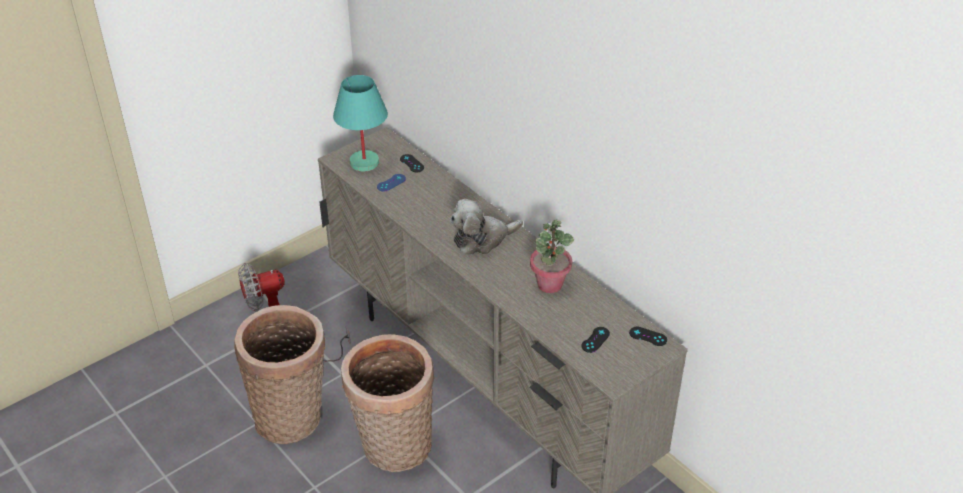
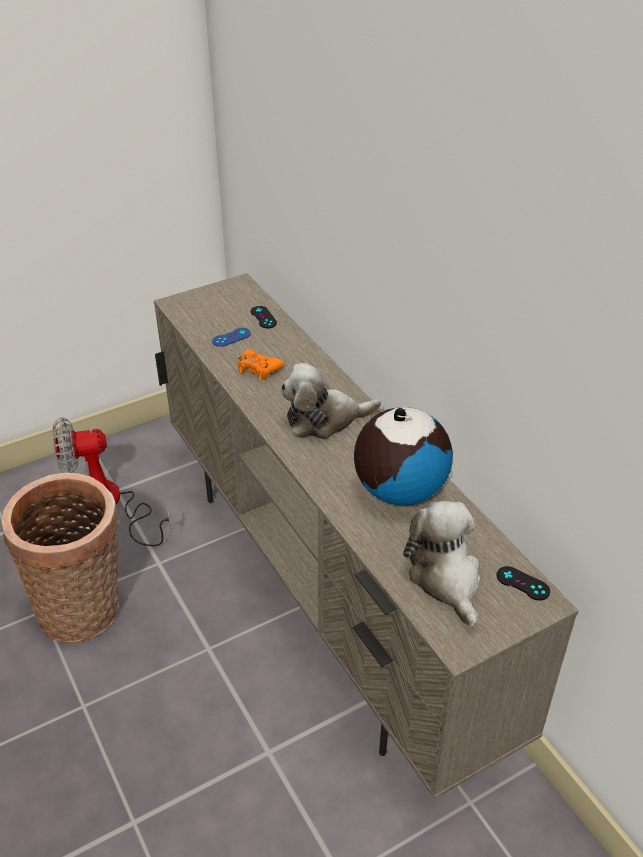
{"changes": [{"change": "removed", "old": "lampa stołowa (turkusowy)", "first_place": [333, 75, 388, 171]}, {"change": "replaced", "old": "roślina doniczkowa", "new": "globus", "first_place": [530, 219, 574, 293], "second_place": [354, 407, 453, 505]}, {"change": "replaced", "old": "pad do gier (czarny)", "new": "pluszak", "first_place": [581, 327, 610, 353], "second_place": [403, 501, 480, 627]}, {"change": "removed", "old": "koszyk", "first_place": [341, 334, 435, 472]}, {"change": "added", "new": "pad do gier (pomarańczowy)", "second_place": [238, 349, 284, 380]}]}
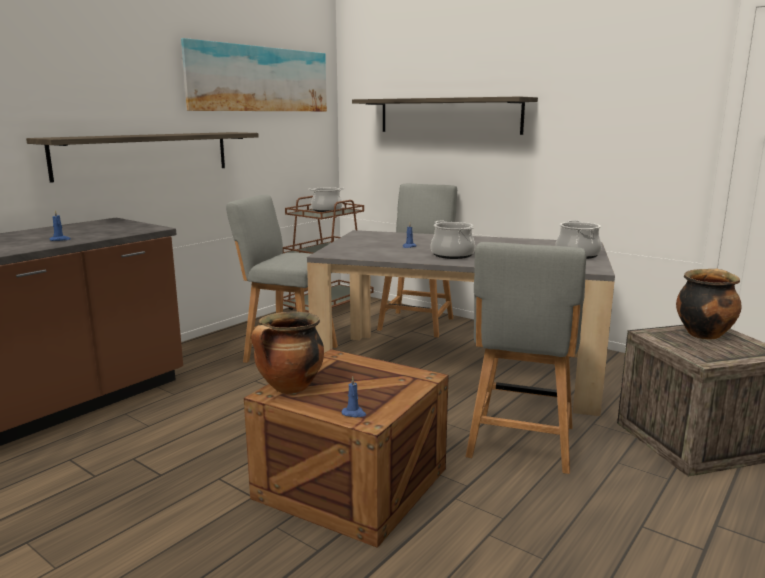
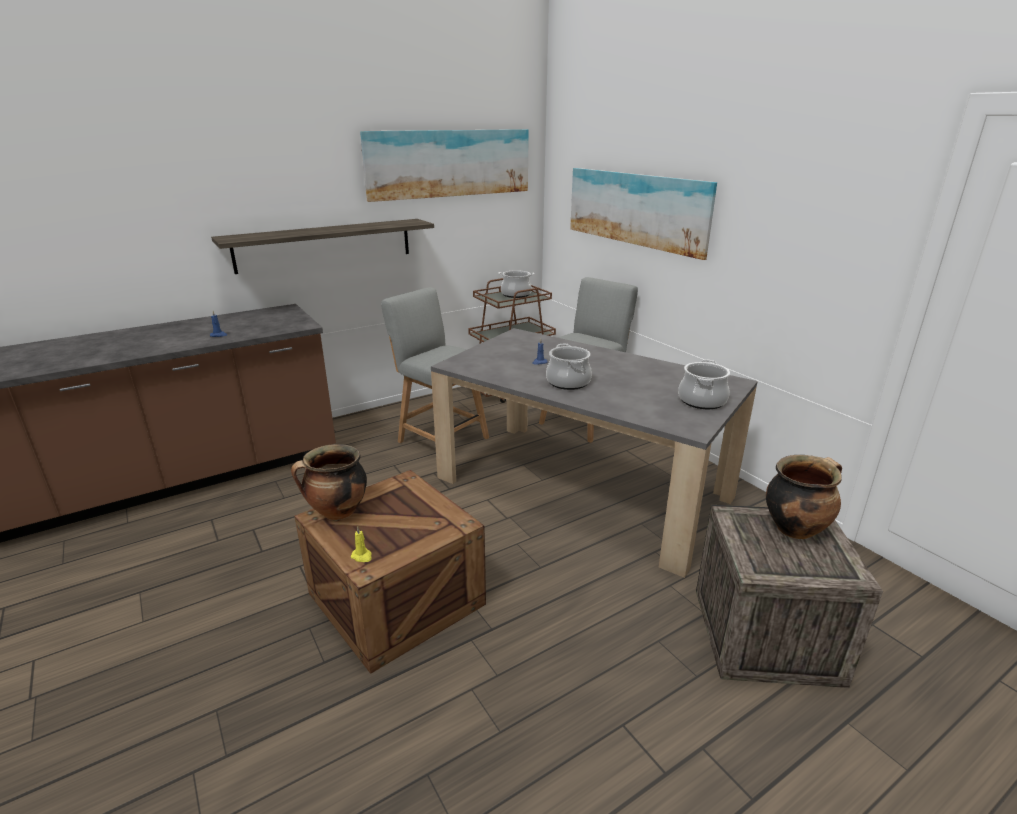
{"changes": [{"change": "replaced", "old": "półka", "new": "obraz", "first_place": [352, 96, 538, 135], "second_place": [570, 168, 717, 260]}, {"change": "removed", "old": "krzesło (szary)", "first_place": [466, 242, 586, 474]}, {"change": "recoloured", "old": "świeca (niebieski)", "new": "świeca (żółty)", "first_place": [342, 377, 366, 417], "second_place": [351, 526, 372, 562]}]}
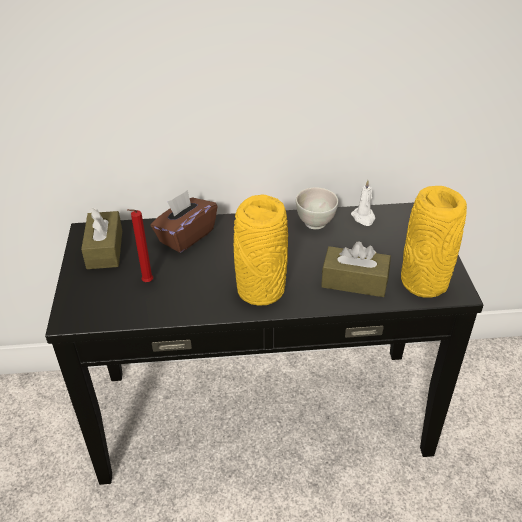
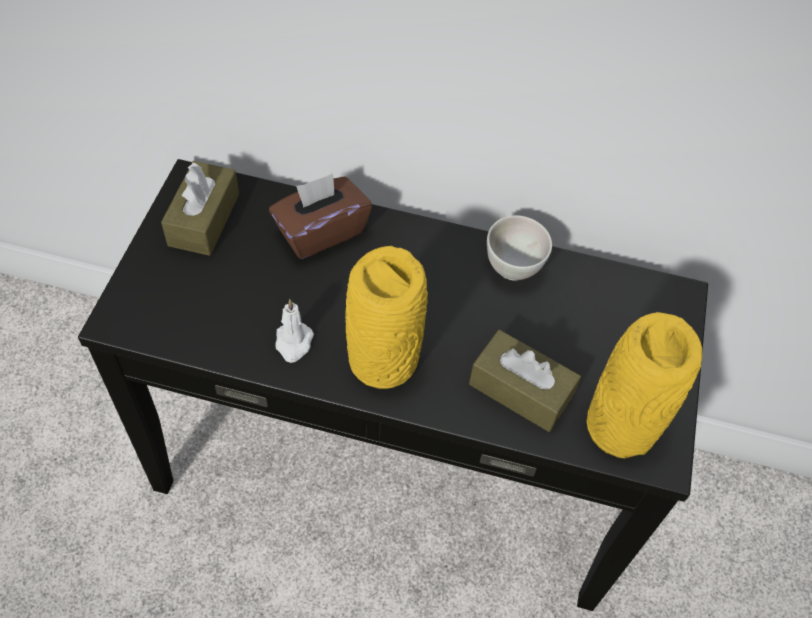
{"changes": [{"change": "moved", "old": "świeca (biały)", "first_place": [351, 180, 375, 226], "second_place": [276, 299, 314, 363]}, {"change": "removed", "old": "świeca (czerwony)", "first_place": [127, 209, 153, 282]}]}
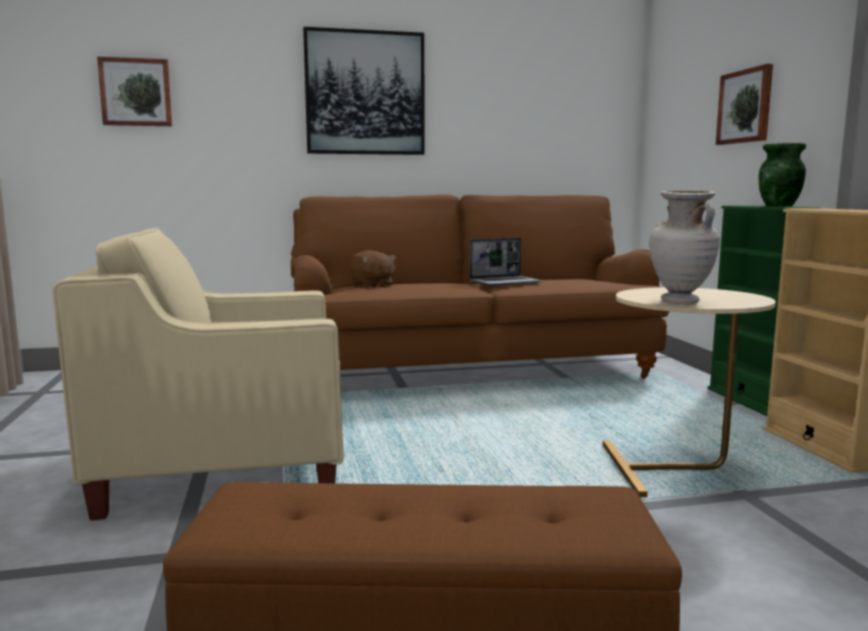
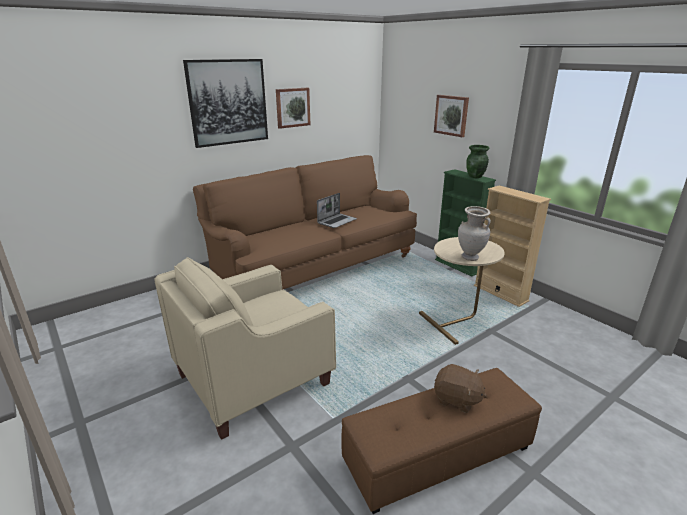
{"changes": [{"change": "moved", "old": "obraz", "first_place": [97, 57, 172, 126], "second_place": [276, 88, 310, 129]}, {"change": "moved", "old": "pluszak (brązowy)", "first_place": [350, 250, 396, 288], "second_place": [434, 364, 487, 413]}]}
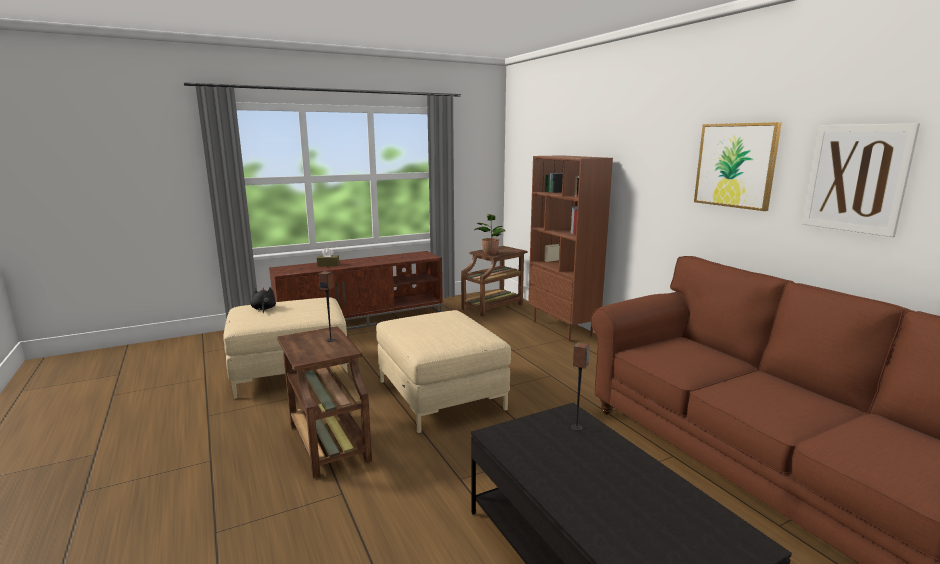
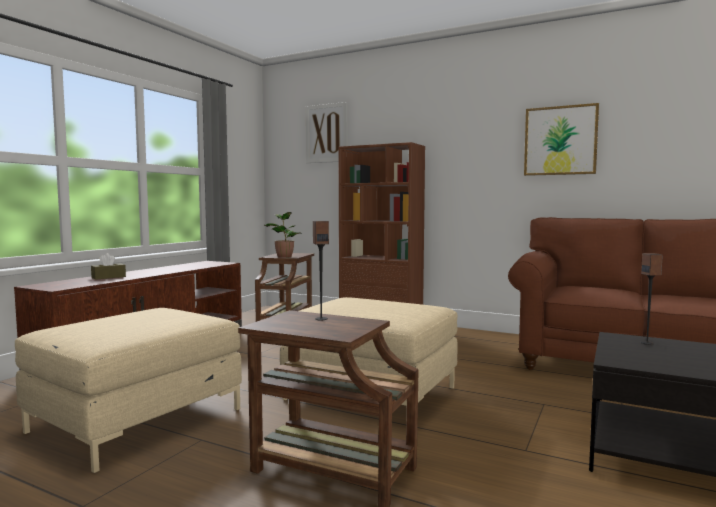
{"changes": [{"change": "moved", "old": "obraz", "first_place": [802, 123, 920, 237], "second_place": [306, 102, 347, 163]}, {"change": "removed", "old": "pluszak (czarny)", "first_place": [250, 287, 276, 313]}]}
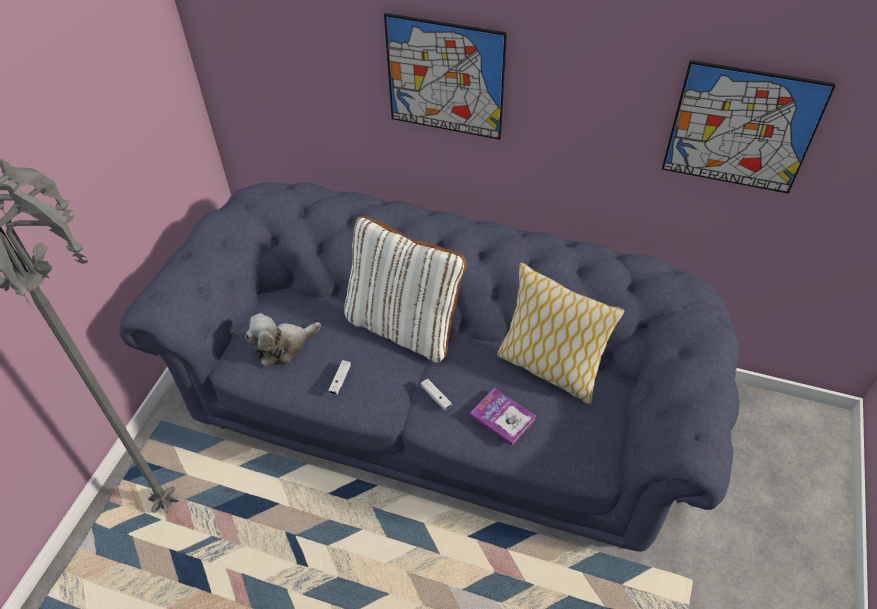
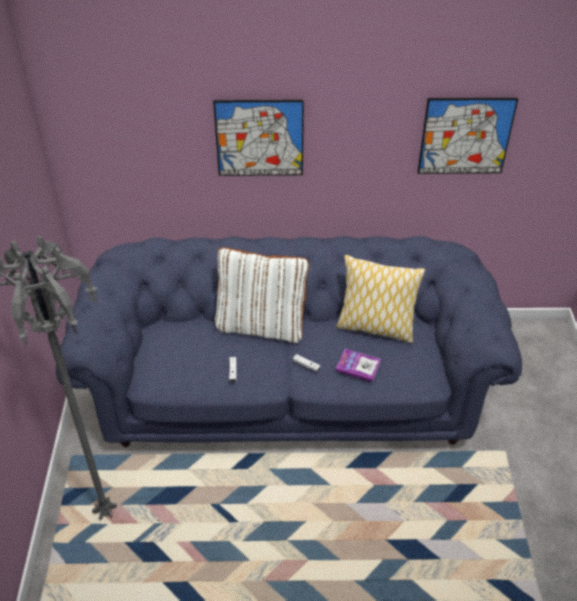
{"changes": [{"change": "removed", "old": "pluszak", "first_place": [245, 313, 321, 367]}]}
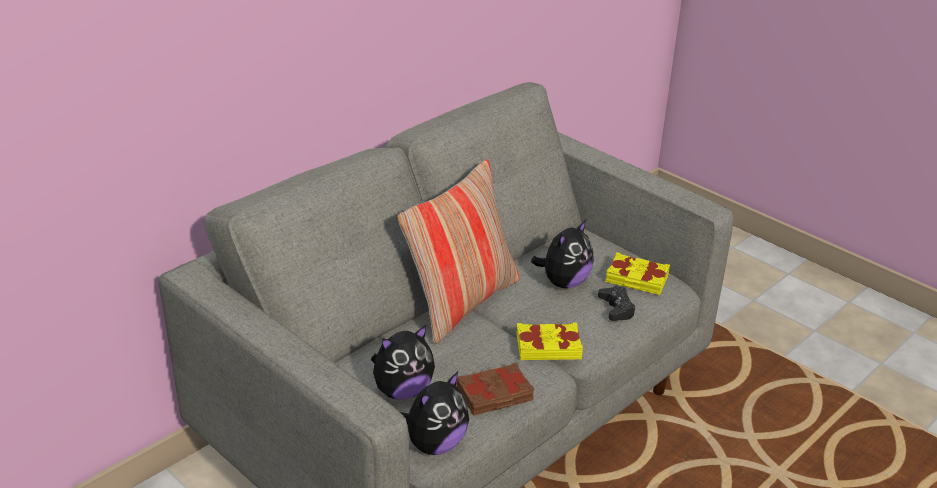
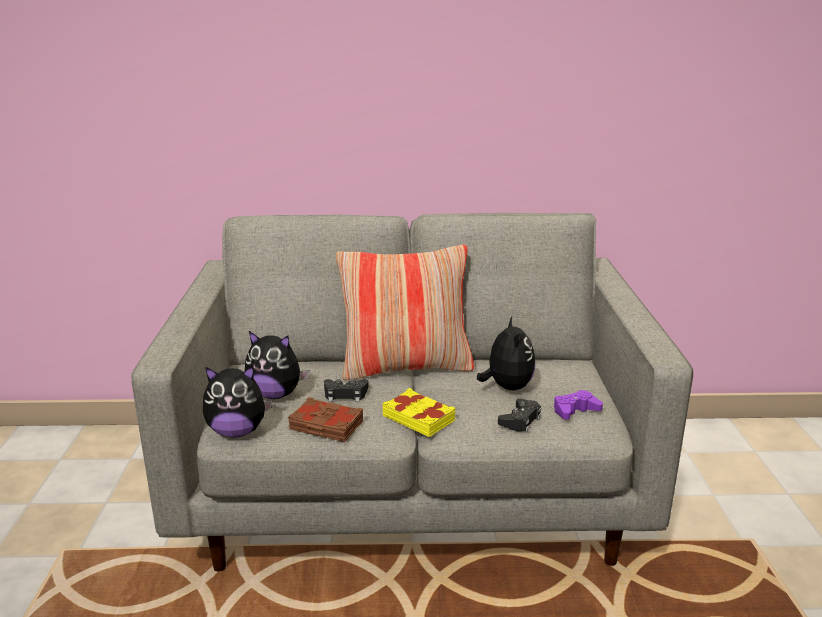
{"changes": [{"change": "turned", "old": "pluszak", "first_place": [531, 220, 594, 288], "second_place": [477, 317, 535, 390], "degrees": -90}, {"change": "replaced", "old": "książka (żółty)", "new": "pad do gier (fioletowy)", "first_place": [605, 252, 670, 295], "second_place": [554, 390, 603, 419]}, {"change": "added", "new": "pad do gier (czarny)", "second_place": [324, 379, 369, 402]}]}
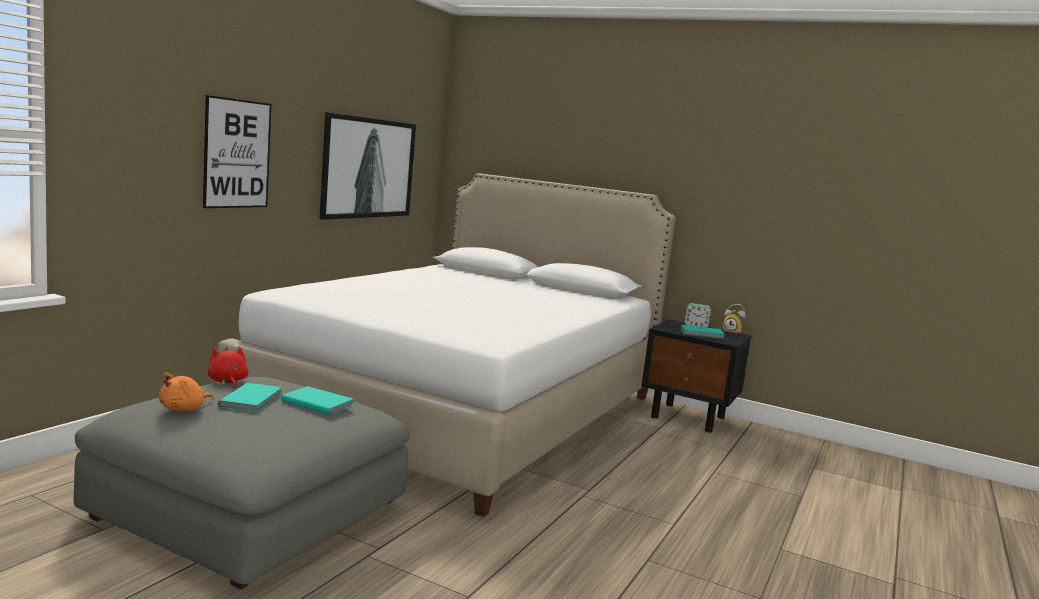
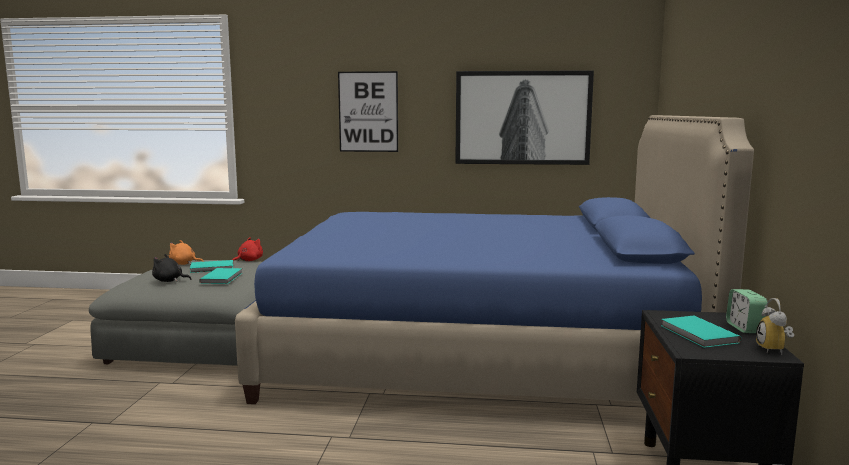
{"changes": [{"change": "recoloured", "old": "łóżko (biały)", "new": "łóżko (niebieski)", "first_place": [218, 173, 676, 517], "second_place": [235, 115, 754, 404]}, {"change": "added", "new": "pluszak (czarny)", "second_place": [152, 254, 191, 282]}]}
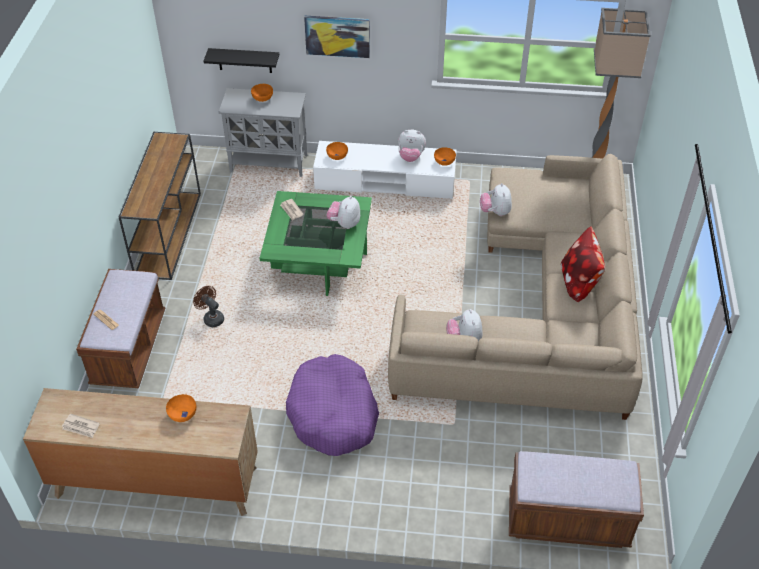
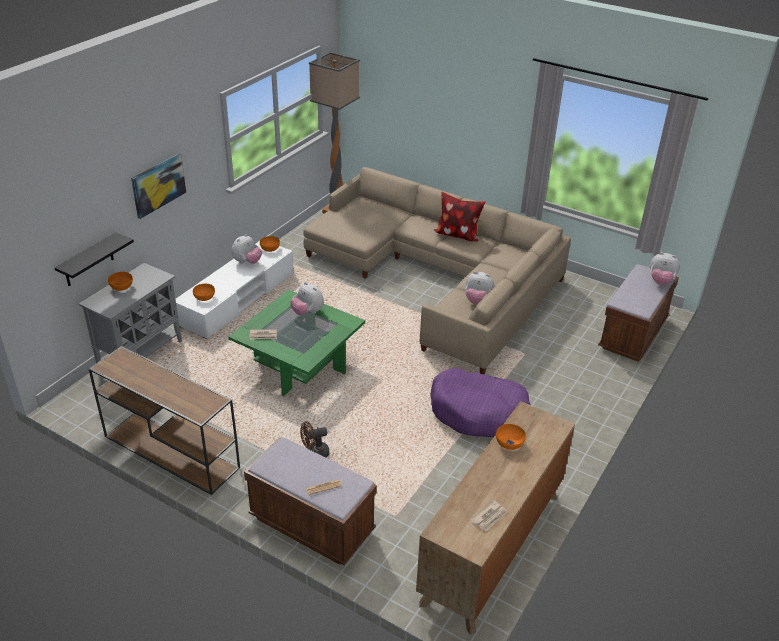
{"changes": [{"change": "moved", "old": "pluszak", "first_place": [480, 183, 512, 216], "second_place": [650, 252, 680, 285]}]}
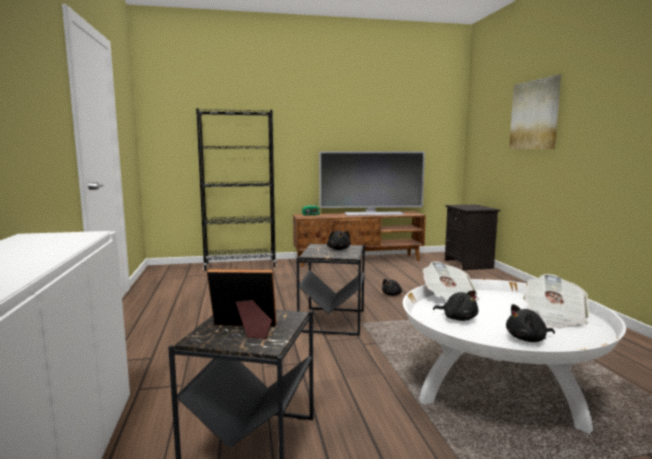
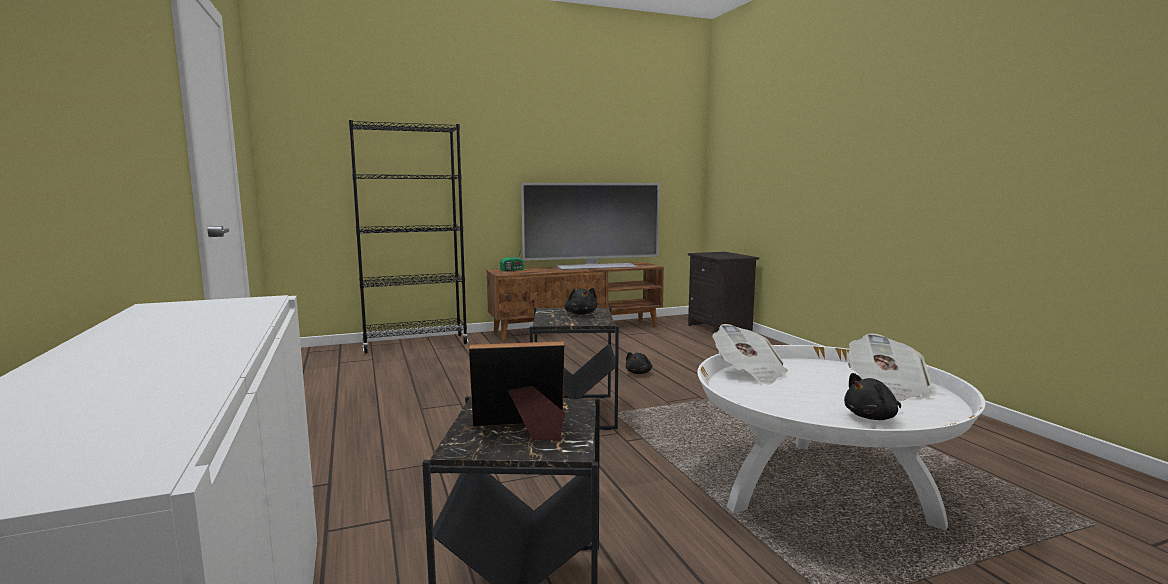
{"changes": [{"change": "removed", "old": "obraz", "first_place": [509, 75, 561, 149]}, {"change": "removed", "old": "pluszak (czarny)", "first_place": [433, 290, 478, 321]}]}
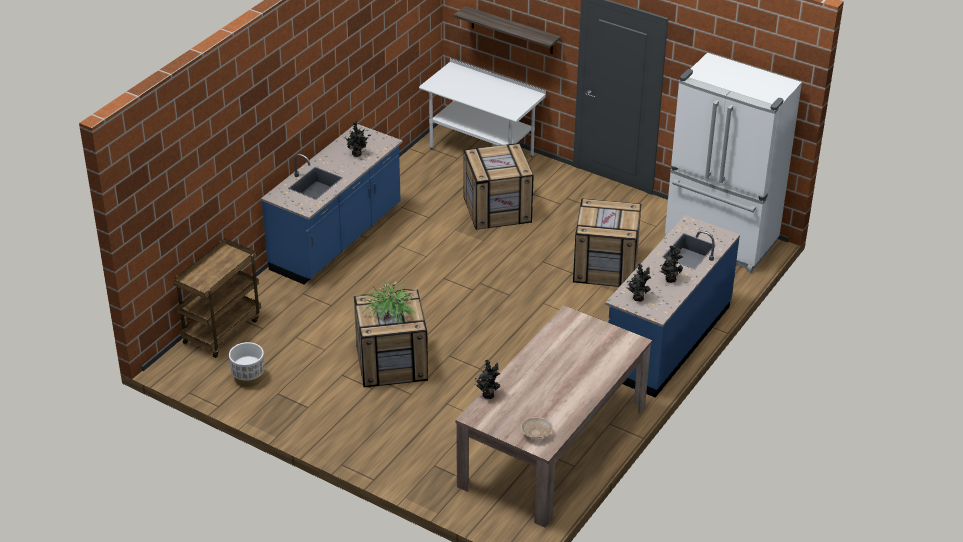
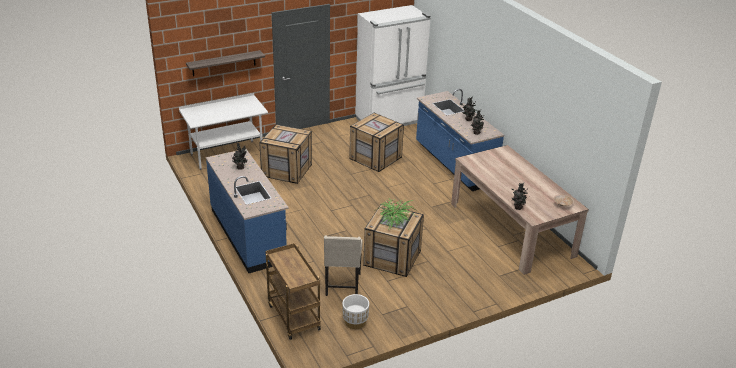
{"changes": [{"change": "added", "new": "krzesło (beżowy)", "second_place": [324, 236, 363, 296]}]}
